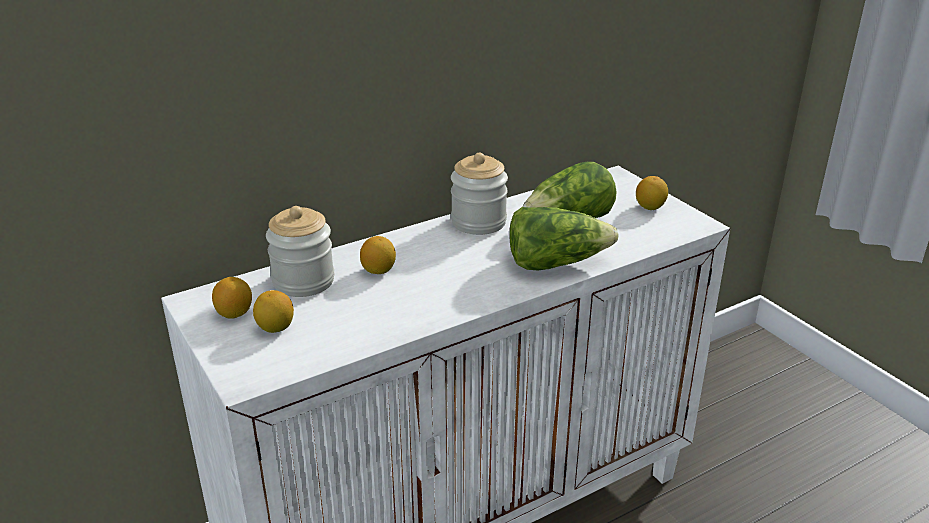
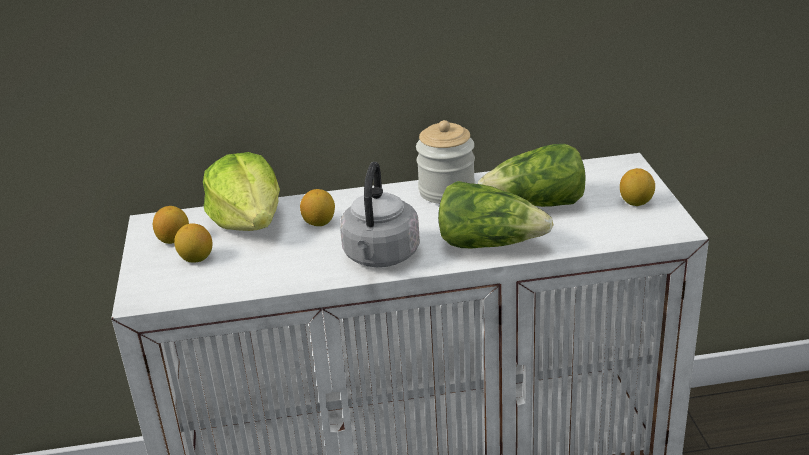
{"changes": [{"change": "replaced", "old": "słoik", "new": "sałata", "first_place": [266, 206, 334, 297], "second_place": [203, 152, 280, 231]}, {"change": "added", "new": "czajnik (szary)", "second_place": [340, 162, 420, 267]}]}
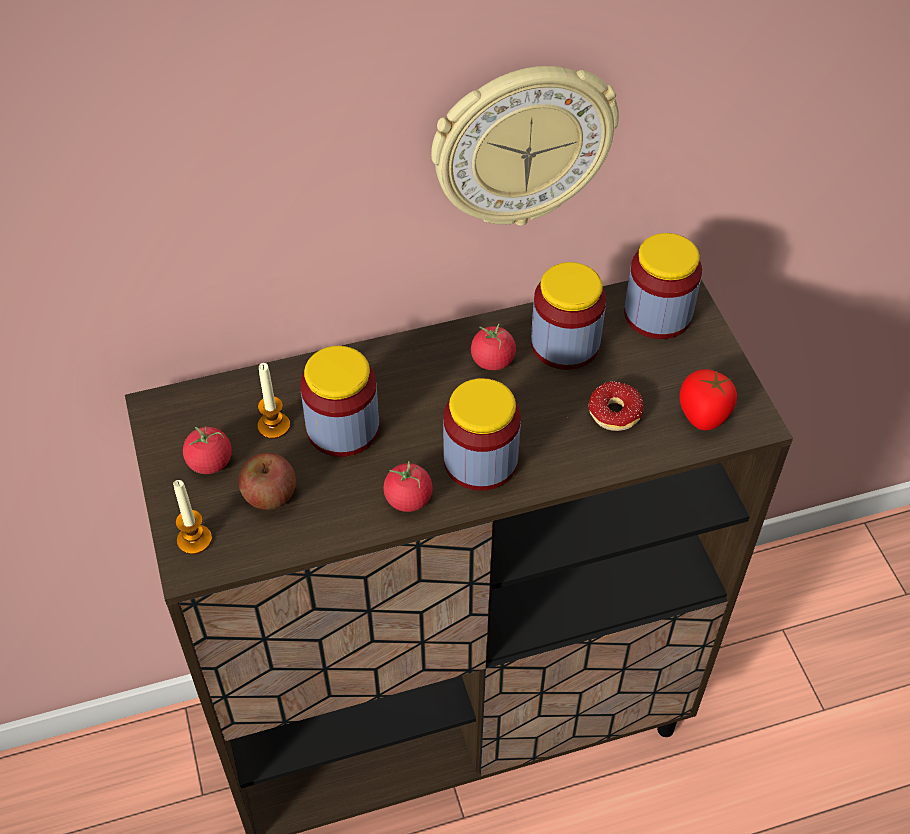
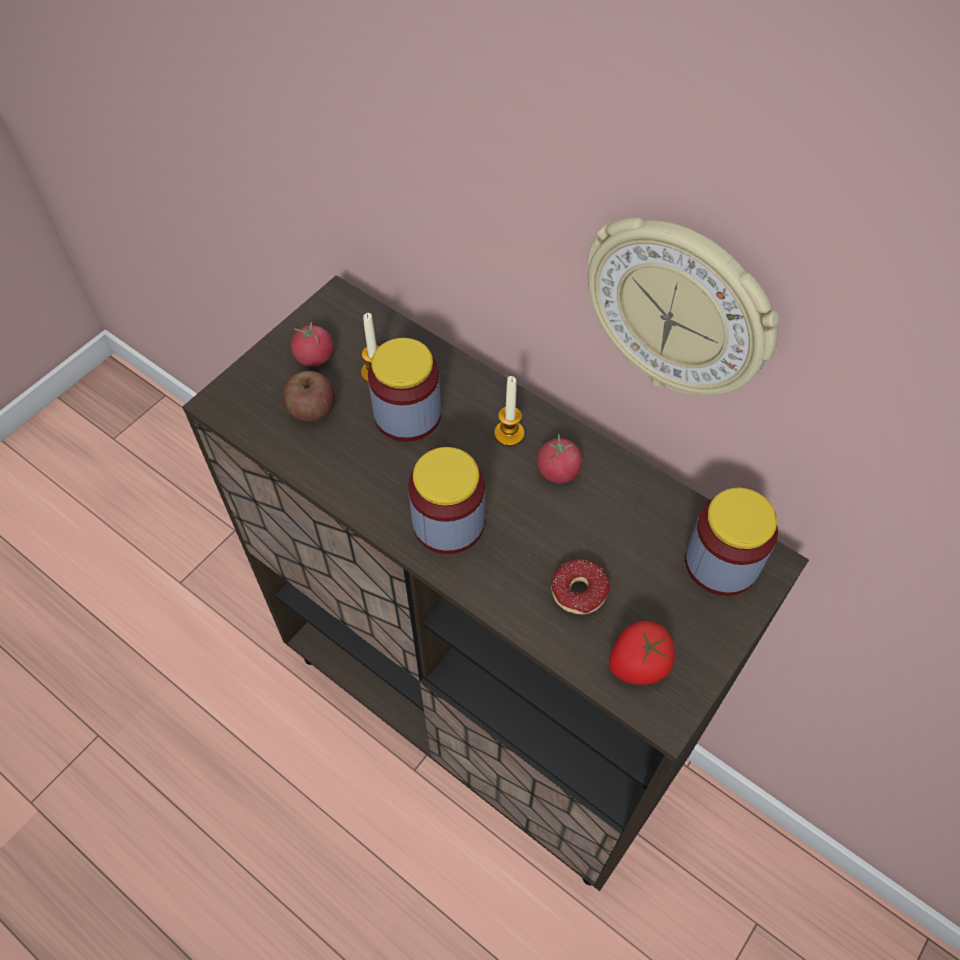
{"changes": [{"change": "removed", "old": "słoik", "first_place": [531, 262, 606, 370]}, {"change": "removed", "old": "pomidor", "first_place": [383, 461, 433, 512]}, {"change": "moved", "old": "świeca", "first_place": [173, 480, 212, 555], "second_place": [494, 376, 525, 446]}]}
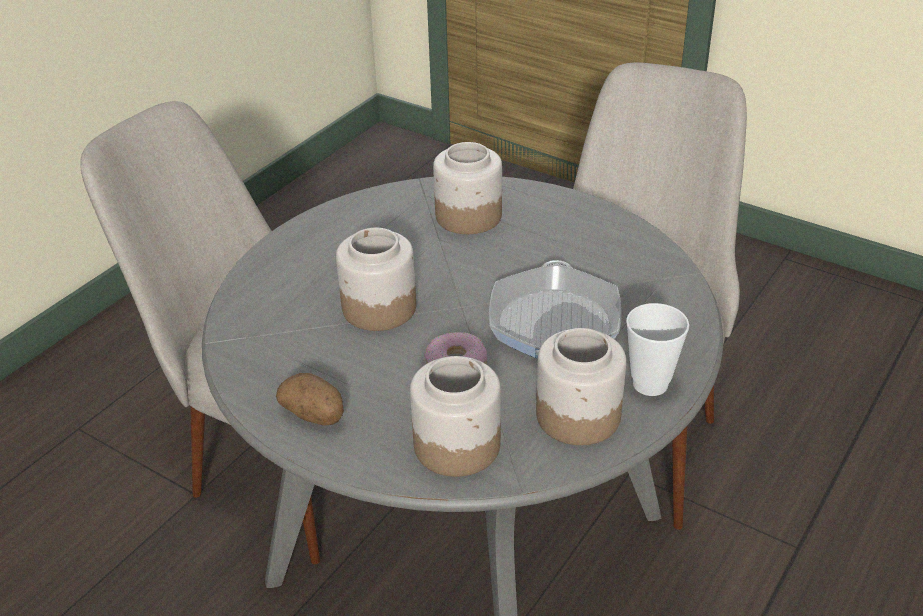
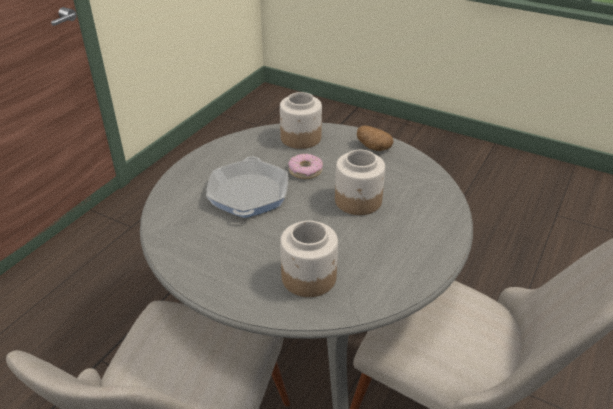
{"changes": [{"change": "removed", "old": "filiżanka", "first_place": [626, 303, 689, 396]}, {"change": "removed", "old": "słoik", "first_place": [536, 328, 626, 445]}]}
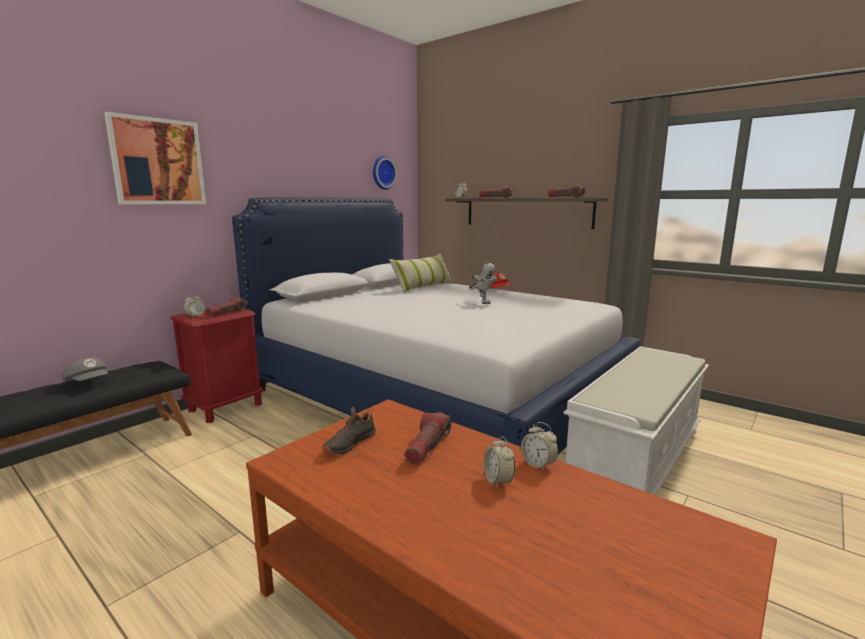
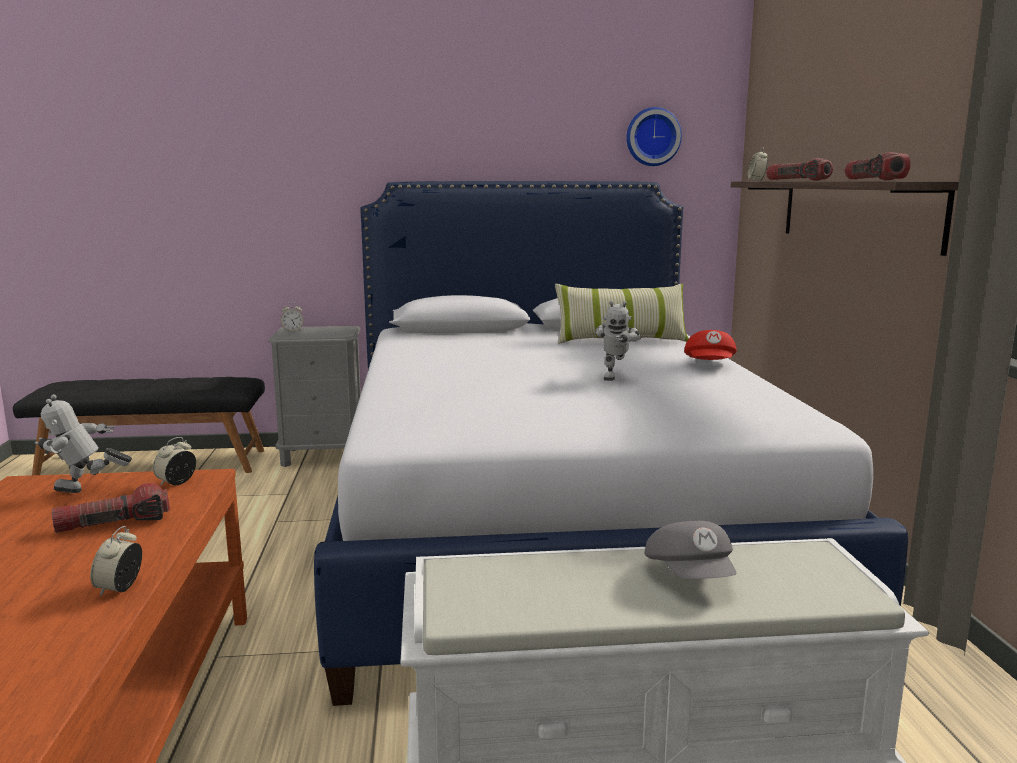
{"changes": [{"change": "removed", "old": "obraz", "first_place": [104, 112, 206, 205]}, {"change": "removed", "old": "latarka", "first_place": [206, 298, 247, 317]}, {"change": "recoloured", "old": "szafka nocna (czerwony)", "new": "szafka nocna (szary)", "first_place": [170, 309, 263, 423], "second_place": [268, 326, 361, 467]}, {"change": "moved", "old": "czapka z daszkiem (szary)", "first_place": [62, 357, 108, 381], "second_place": [645, 521, 737, 579]}, {"change": "replaced", "old": "but (czarny)", "new": "robot zabawkowy", "first_place": [323, 407, 376, 455], "second_place": [35, 394, 132, 493]}, {"change": "moved", "old": "budzik", "first_place": [484, 436, 515, 488], "second_place": [153, 437, 196, 486]}]}
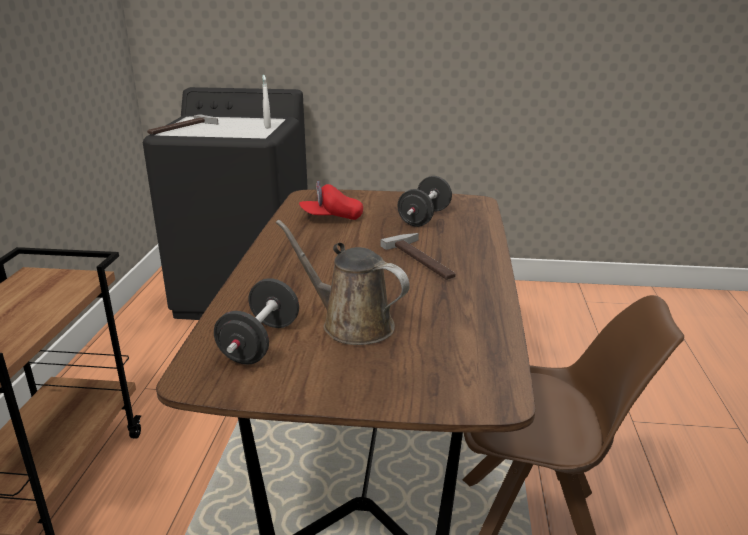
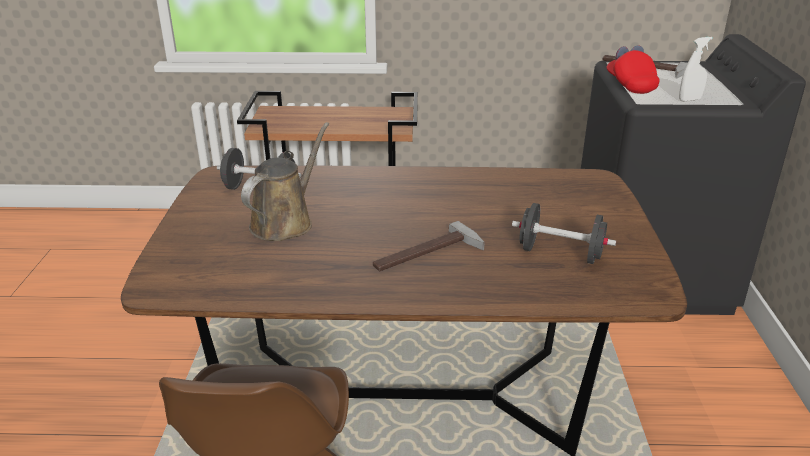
{"changes": [{"change": "moved", "old": "czapka z daszkiem (czerwony)", "first_place": [299, 181, 363, 220], "second_place": [607, 45, 660, 94]}]}
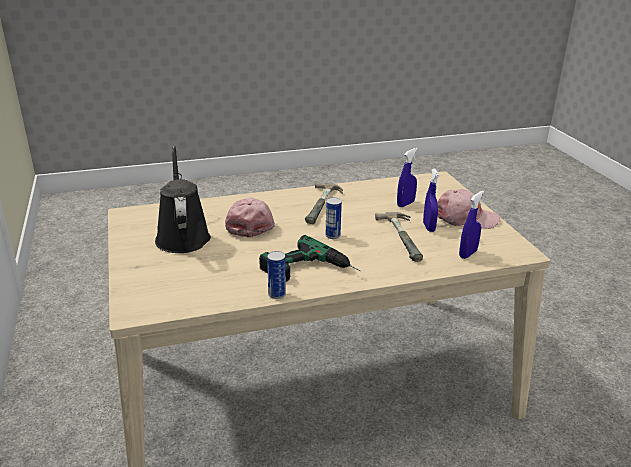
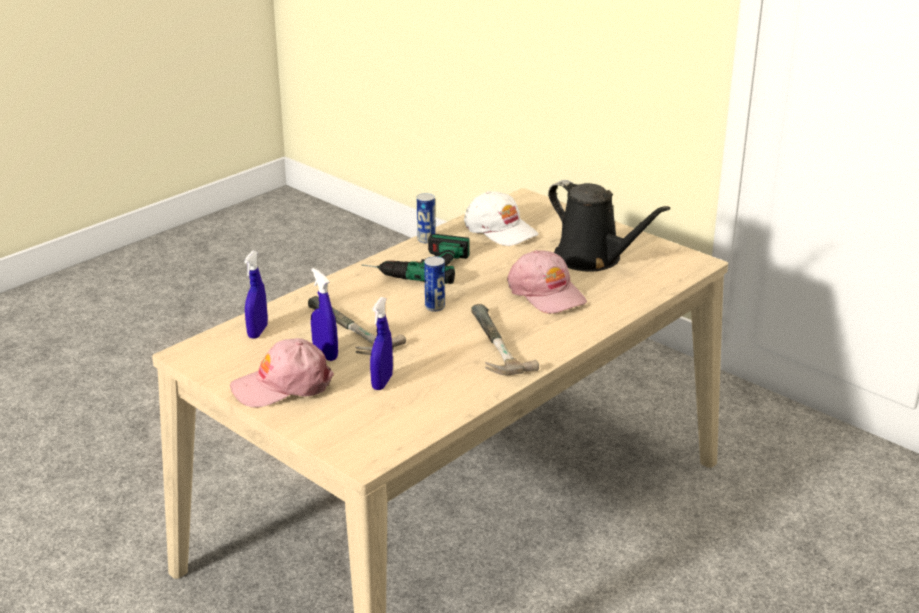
{"changes": [{"change": "added", "new": "czapka z daszkiem (biały)", "second_place": [464, 191, 538, 246]}]}
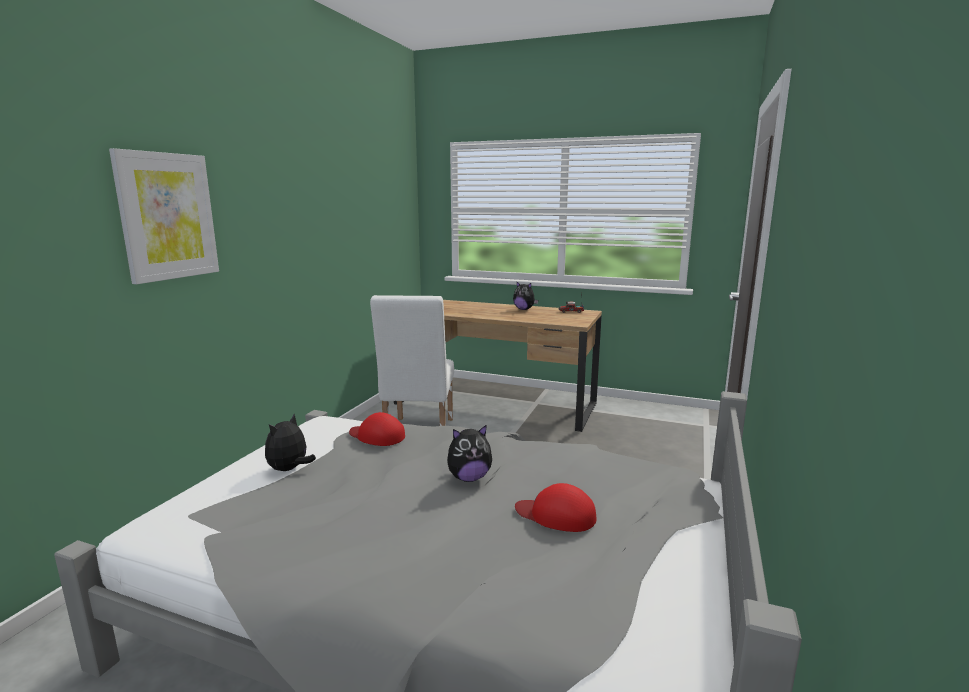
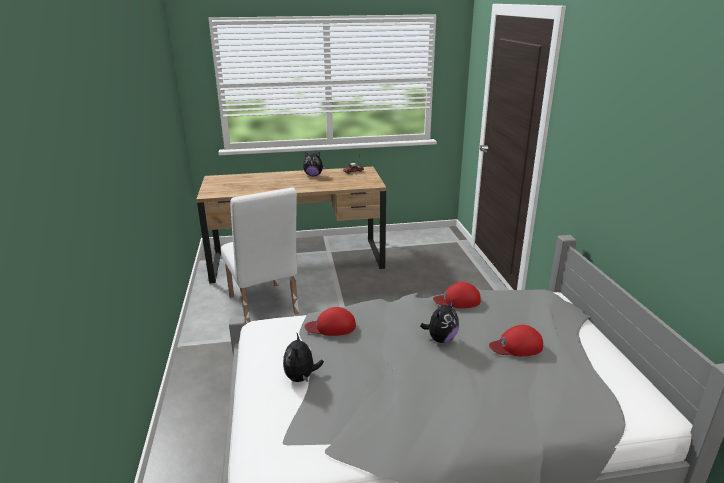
{"changes": [{"change": "removed", "old": "obraz", "first_place": [109, 148, 219, 284]}, {"change": "added", "new": "czapka z daszkiem (czerwony)", "second_place": [433, 282, 481, 308]}]}
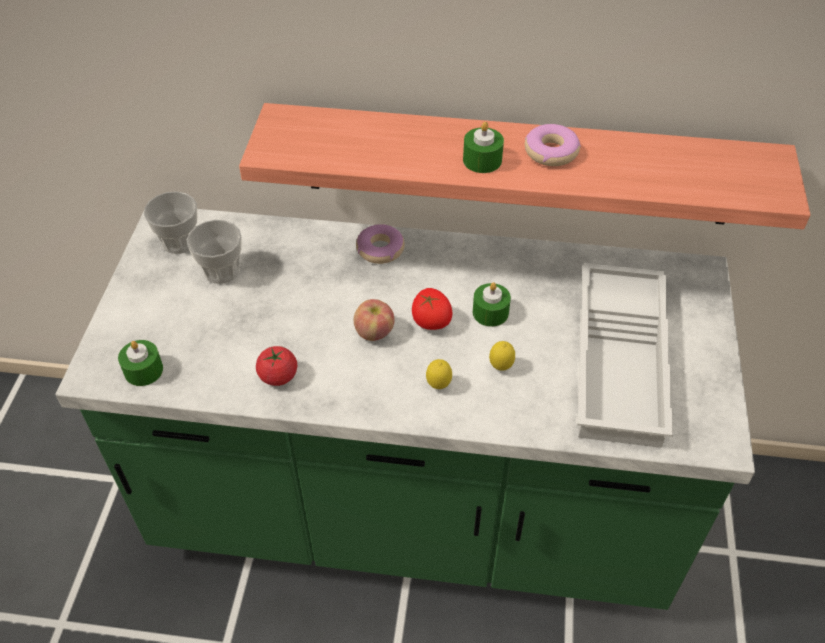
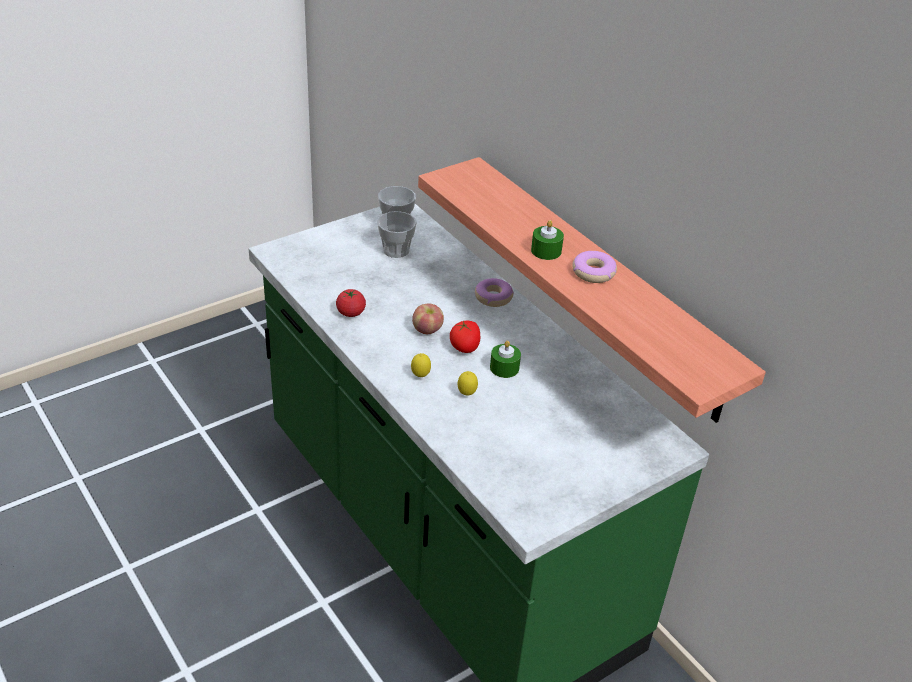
{"changes": [{"change": "removed", "old": "taca (biały)", "first_place": [577, 263, 673, 448]}, {"change": "removed", "old": "świeca (zielony)", "first_place": [118, 340, 163, 386]}]}
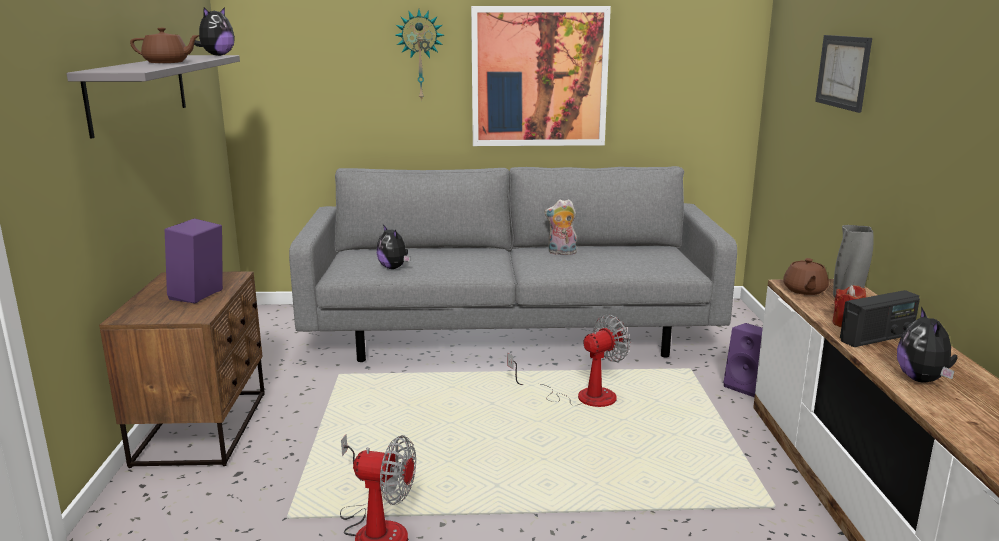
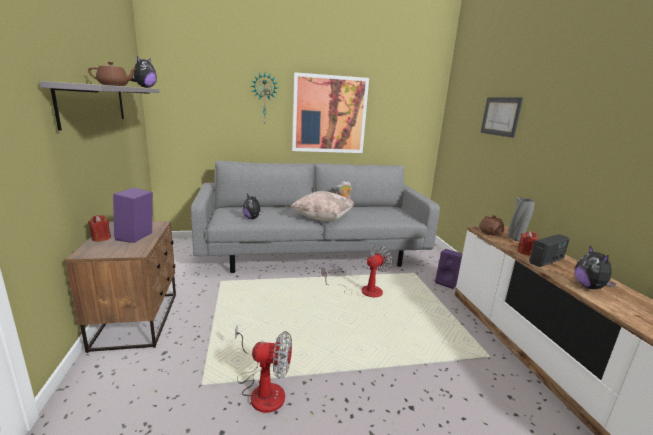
{"changes": [{"change": "added", "new": "poduszka (beżowy)", "second_place": [291, 191, 354, 221]}, {"change": "added", "new": "świeca (czerwony)", "second_place": [88, 215, 111, 242]}]}
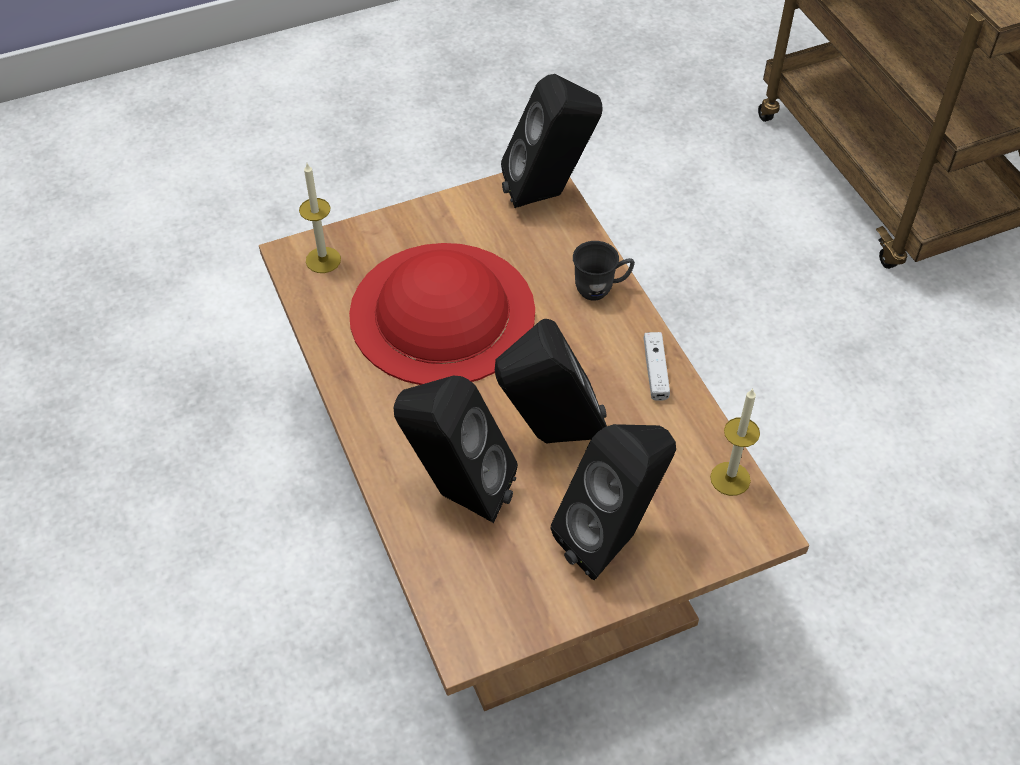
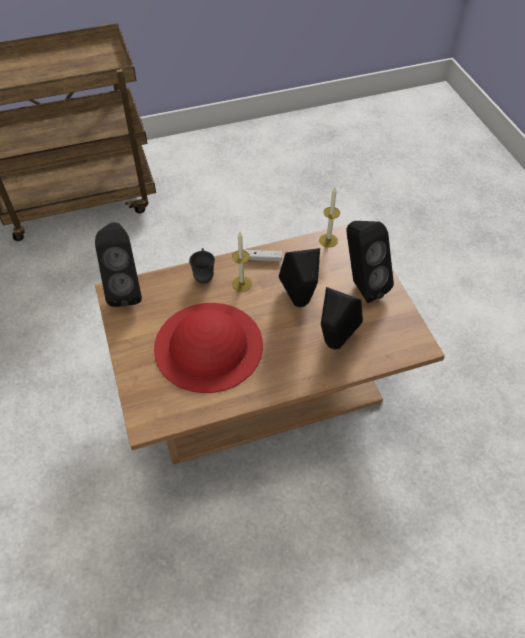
{"changes": [{"change": "moved", "old": "świeca", "first_place": [299, 163, 341, 273], "second_place": [232, 232, 252, 292]}]}
